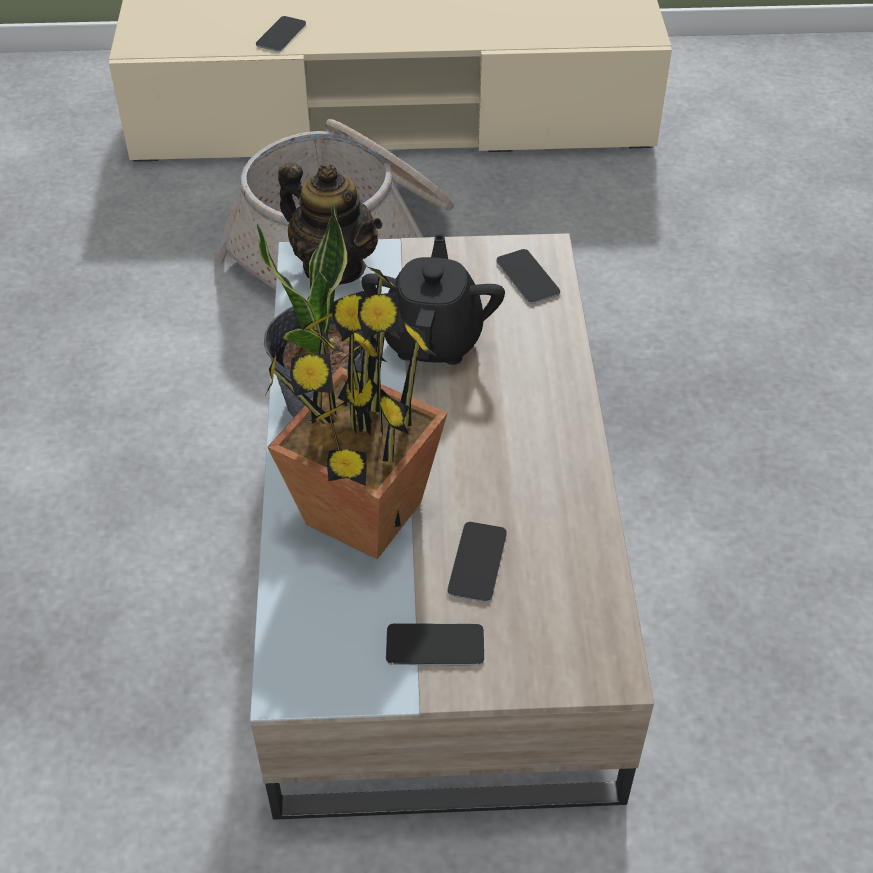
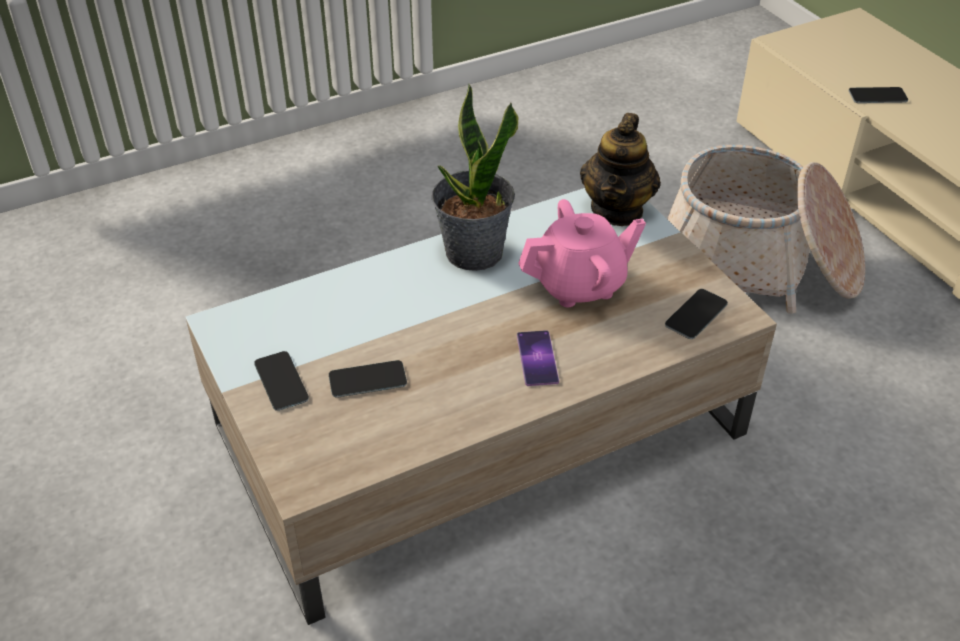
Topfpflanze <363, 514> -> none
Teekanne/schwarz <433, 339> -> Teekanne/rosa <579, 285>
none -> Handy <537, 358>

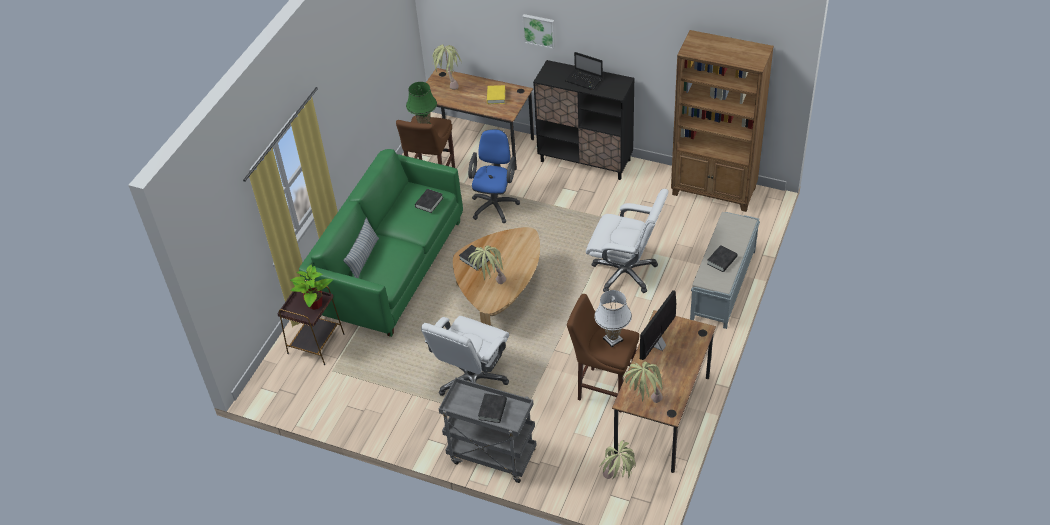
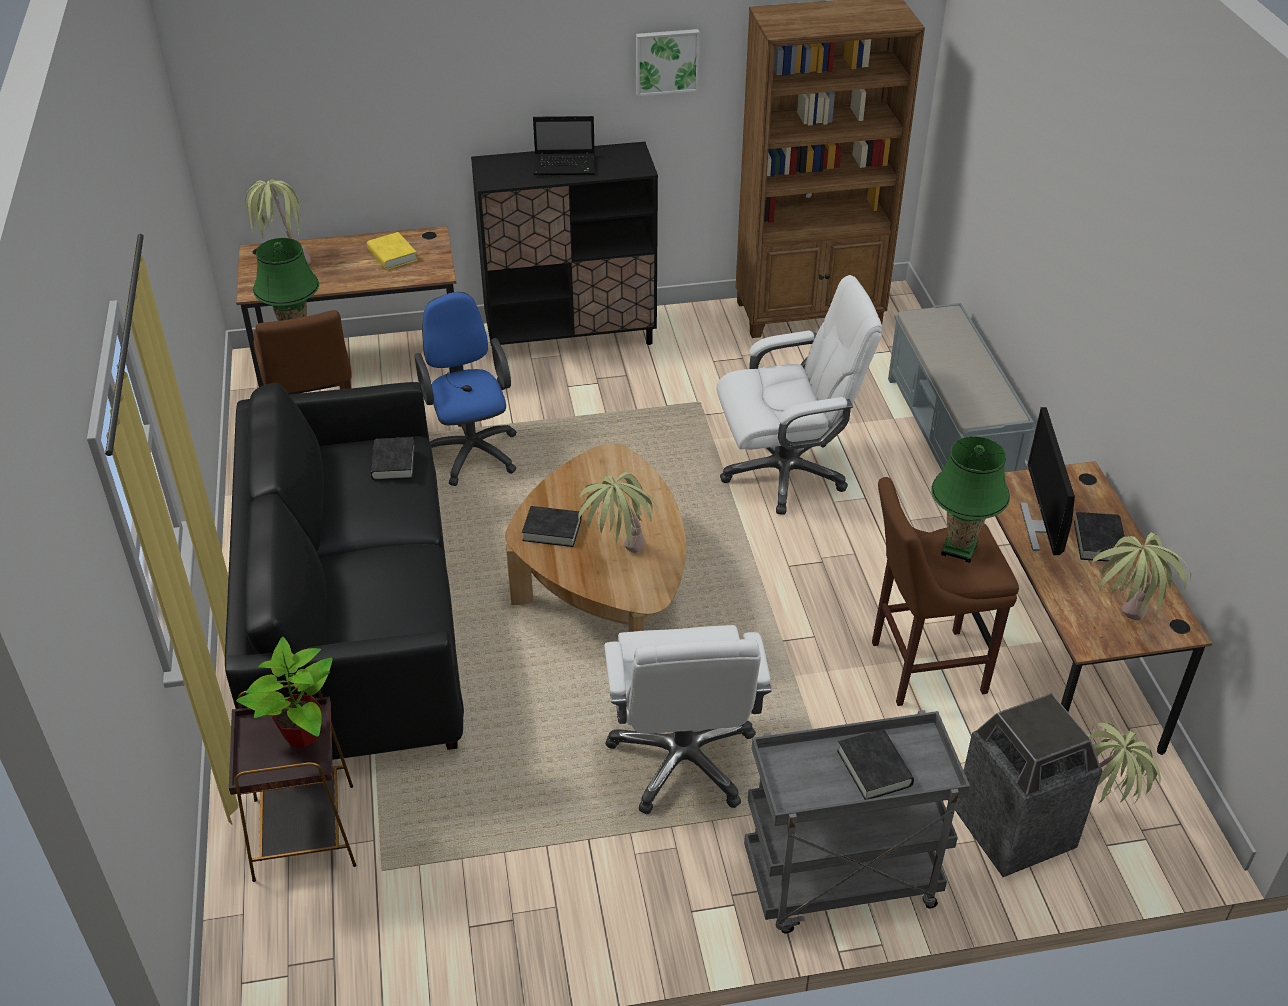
Sofa/grün <390, 267> -> Sofa/schwarz <355, 624>
Kissen <363, 258> -> none
Bild <539, 30> -> Bild <666, 61>, relocated
Tischlampe/weiß <613, 339> -> Tischlampe/grün <959, 549>
Buch/schwarz <722, 260> -> Buch/schwarz <1099, 542>, relocated
none -> Mülleimer <1014, 831>

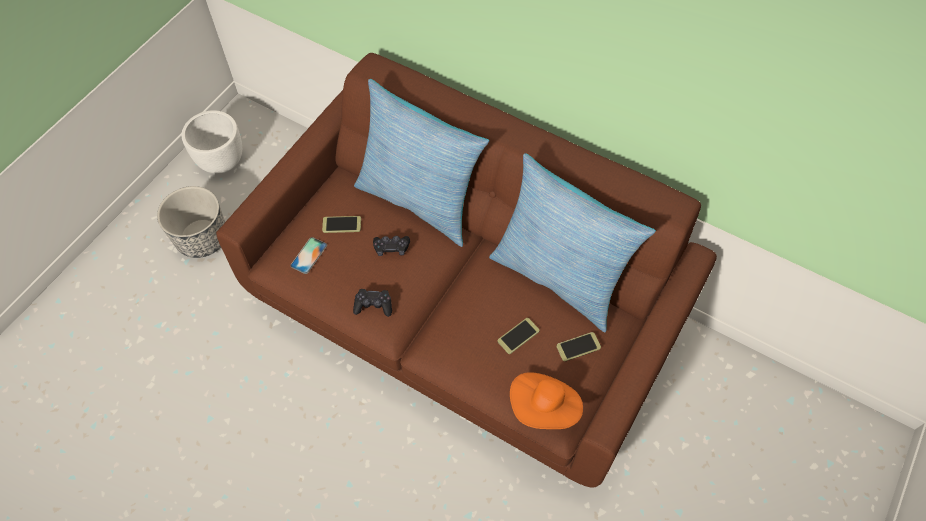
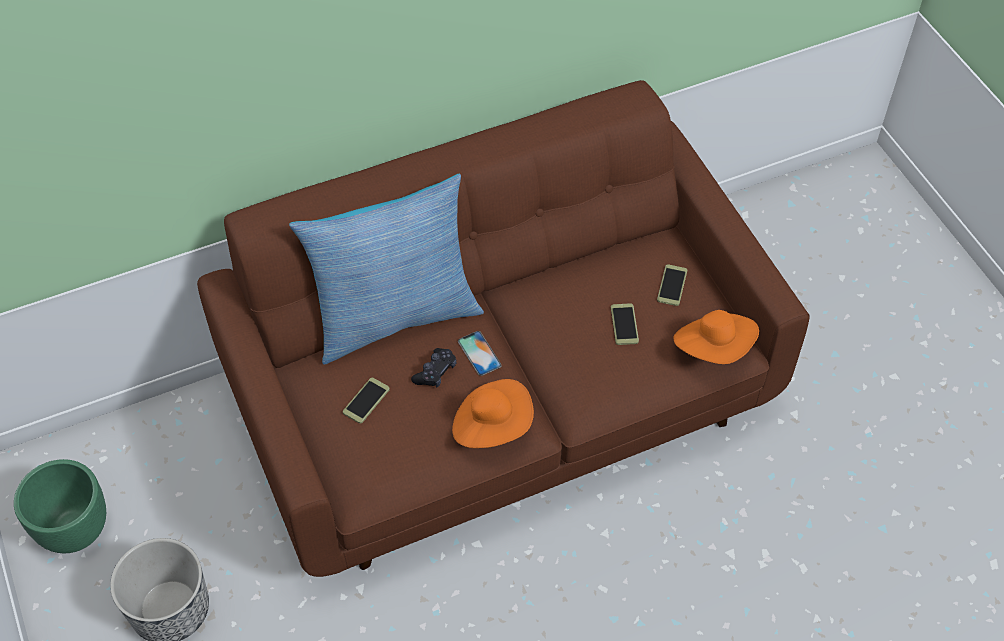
Pflanzkübel/weiß <222, 162> -> Pflanzkübel/grün <74, 530>
Handy <309, 255> -> Handy <479, 353>, relocated
Gamepad/schwarz <373, 305> -> Hut/orange <492, 425>
Kissen <559, 277> -> none

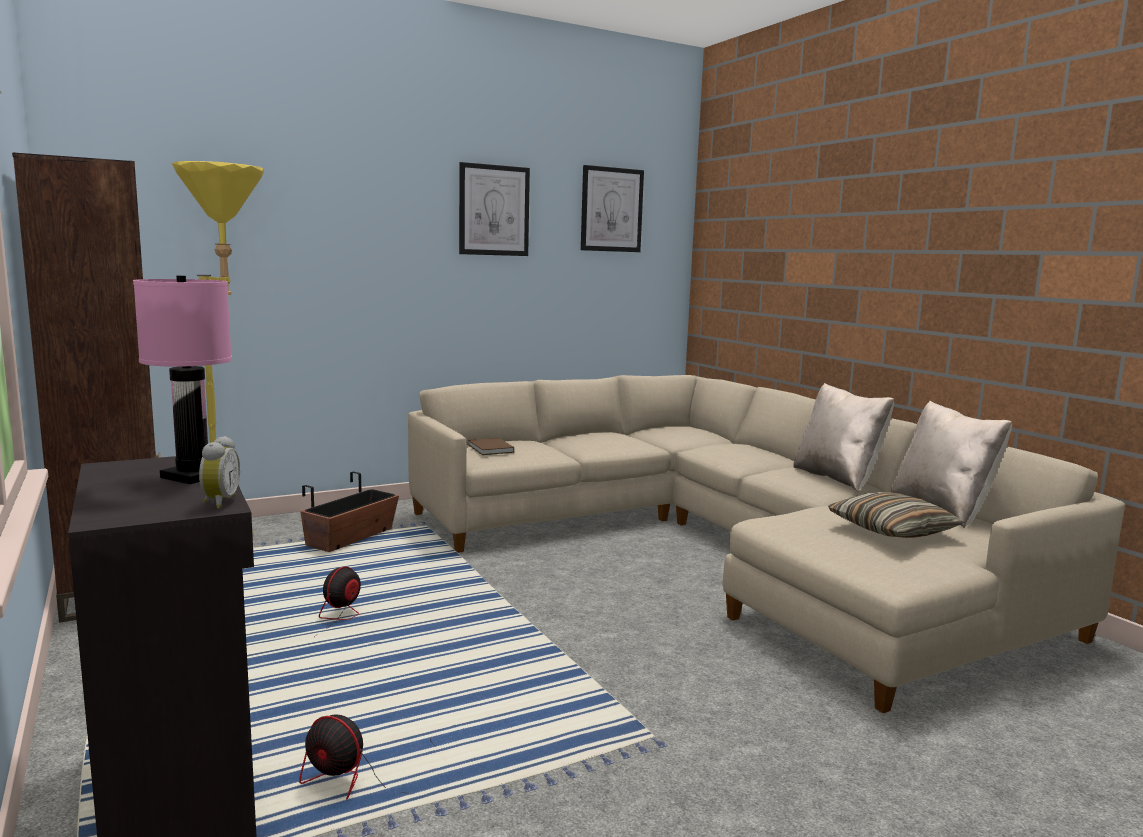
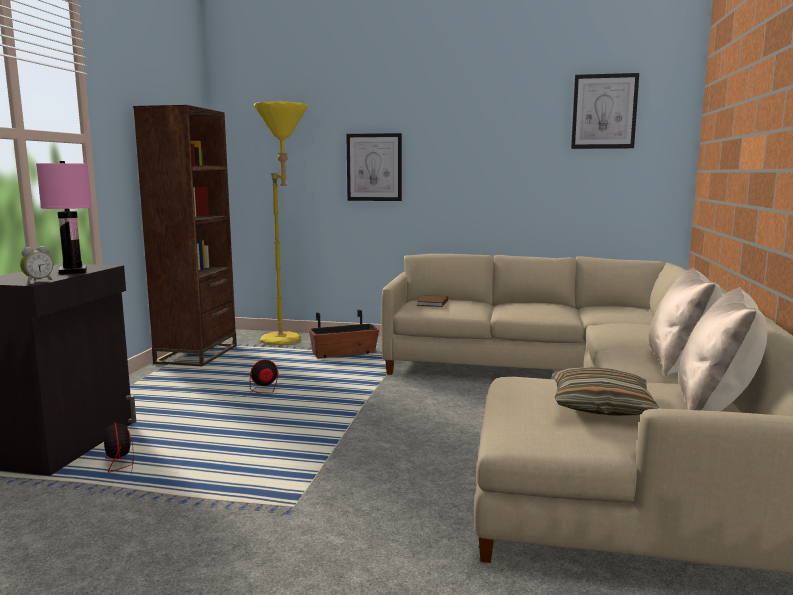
Bild <494, 210> -> Bild <374, 167>, relocated

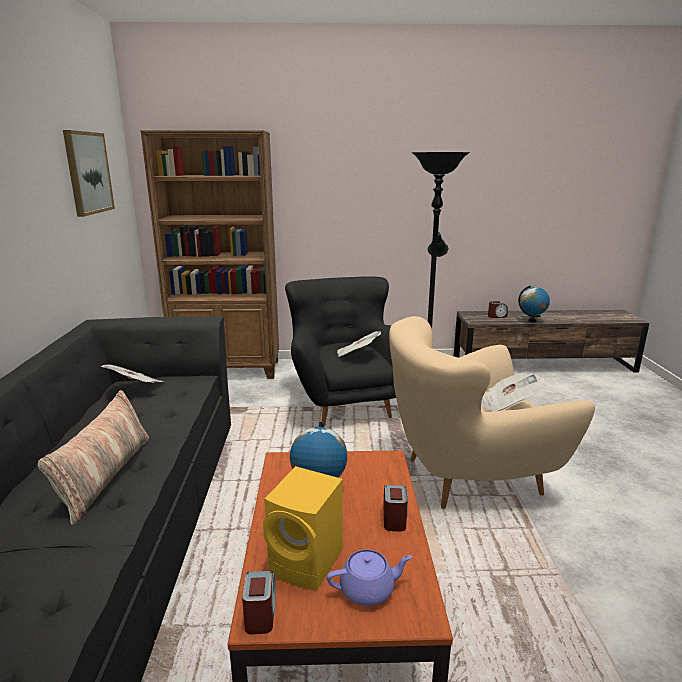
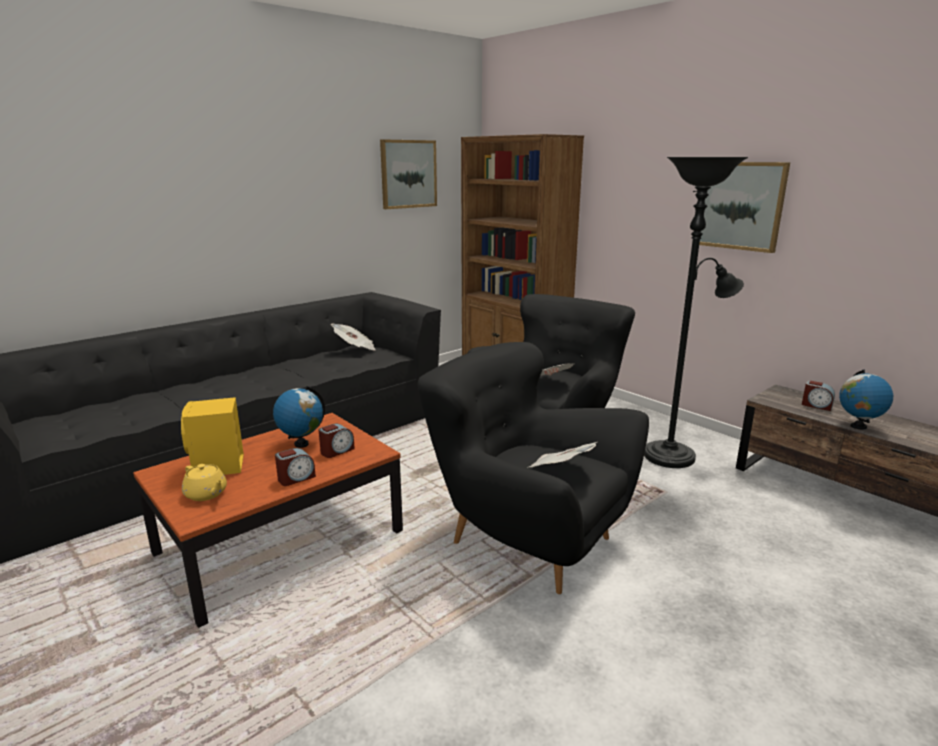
Kissen <105, 475> -> none
Wecker <260, 613> -> Wecker <337, 451>, relocated
Teekanne/lila <368, 590> -> Teekanne/gelb <206, 494>
Sessel/beige <469, 476> -> Sessel/schwarz <526, 539>
none -> Bild <739, 206>

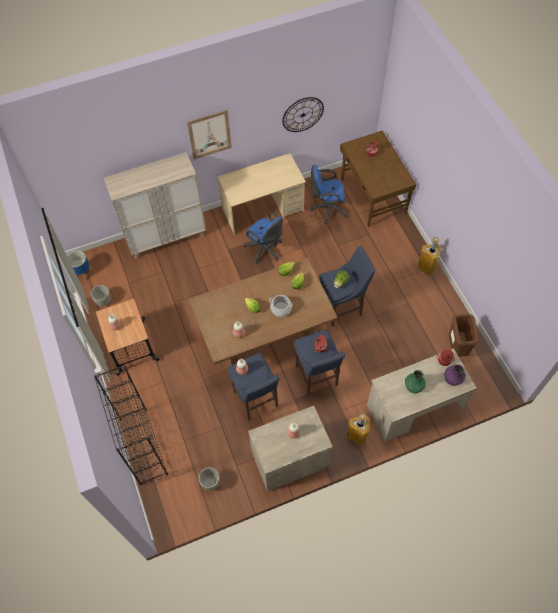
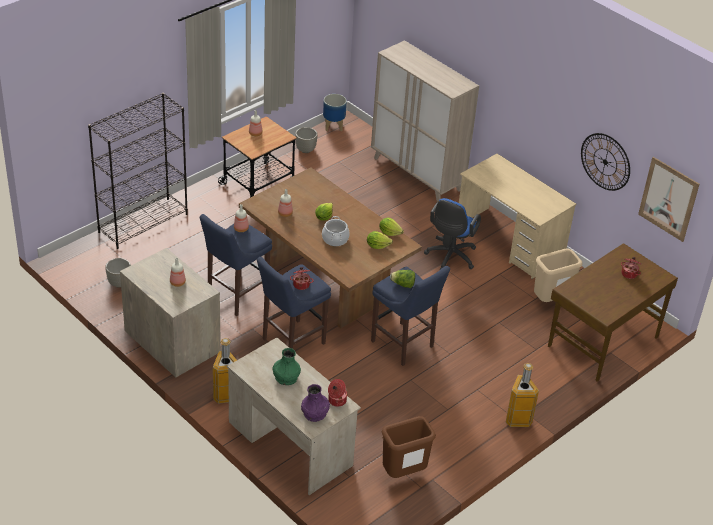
Bild <209, 134> -> Bild <668, 199>, relocated
Bürostuhl/blau <327, 209> -> Mülleimer/beige <551, 300>

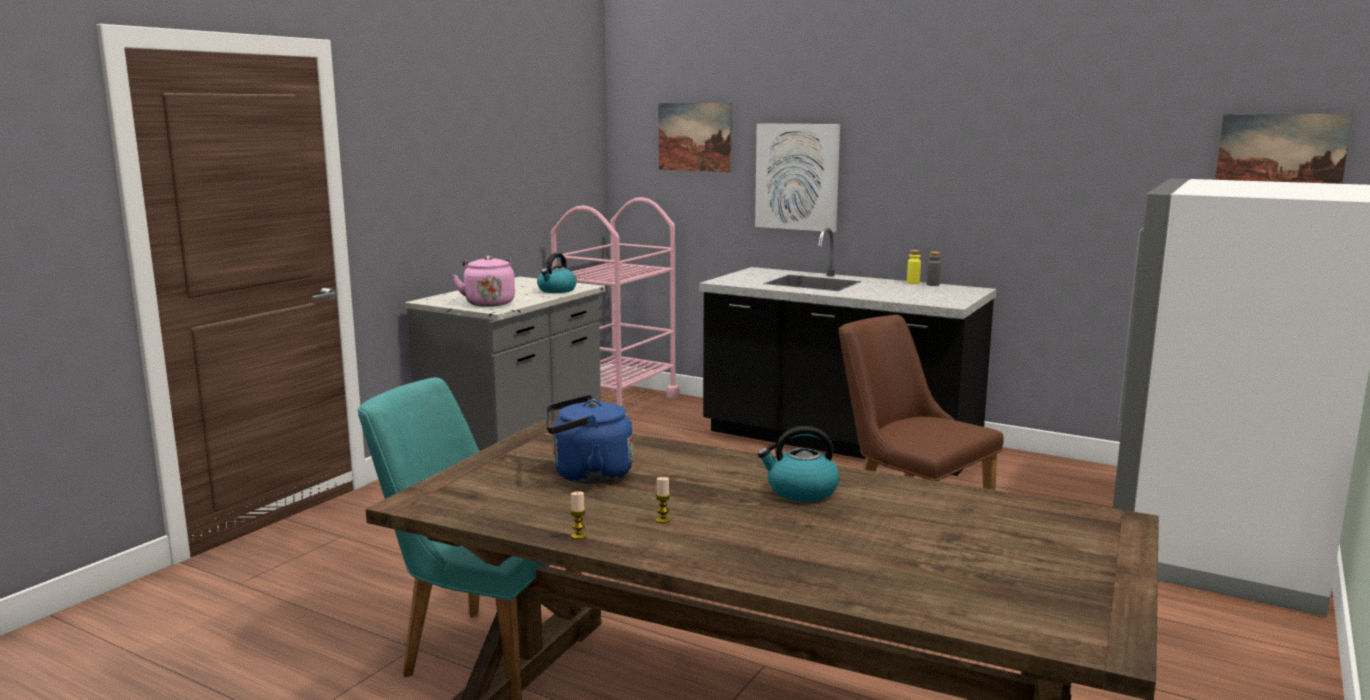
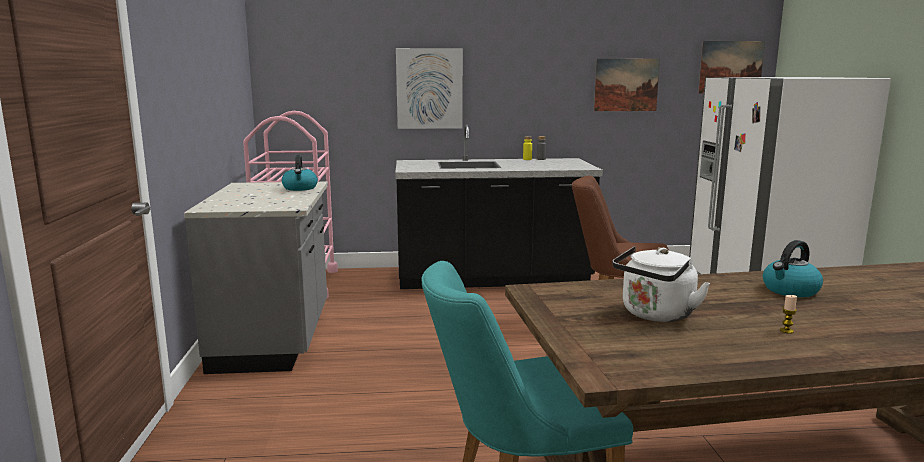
Wasserkessel/rosa <489, 303> -> none
Wasserkessel/blau <587, 475> -> Wasserkessel/weiß <655, 315>
Kerze <578, 536> -> none
Bild <694, 137> -> Bild <626, 85>, relocated

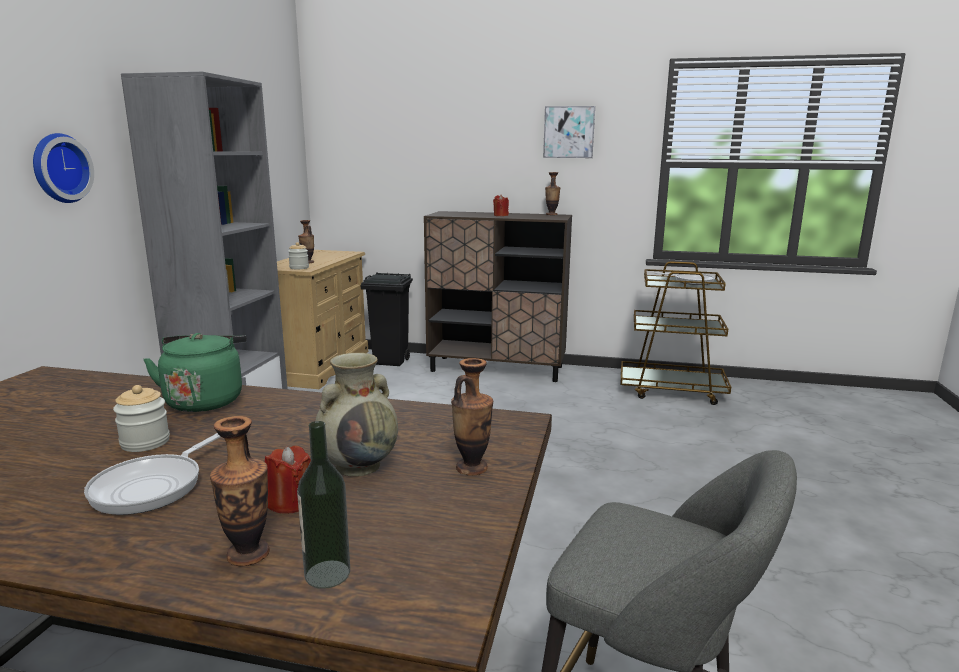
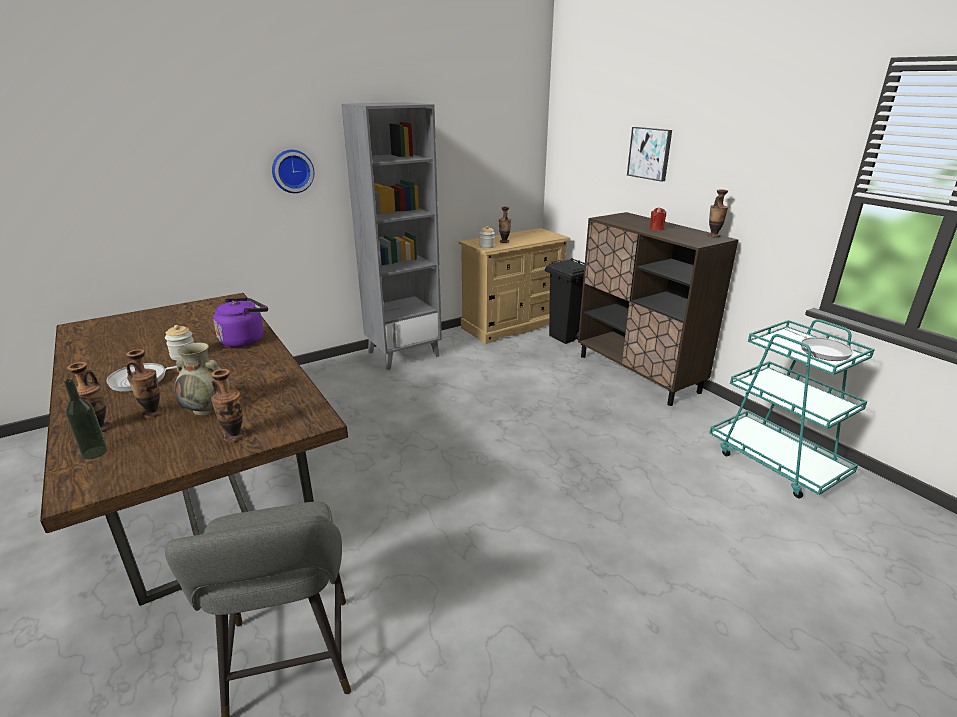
Wasserkessel/grün <205, 400> -> Wasserkessel/lila <245, 340>
Kerze/rot <290, 502> -> Vase <153, 413>
Bild <569, 132> -> Bild <650, 153>, relocated
Rollwagen/braun <672, 390> -> Rollwagen/türkis <776, 462>

